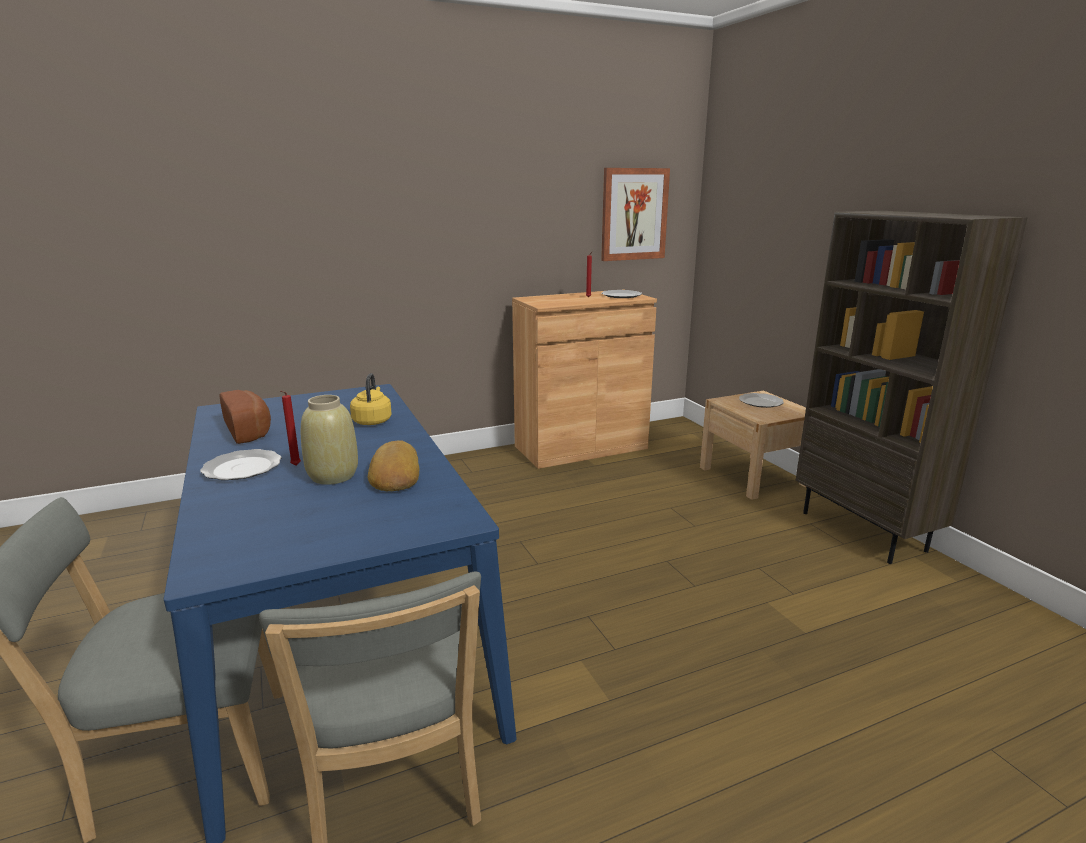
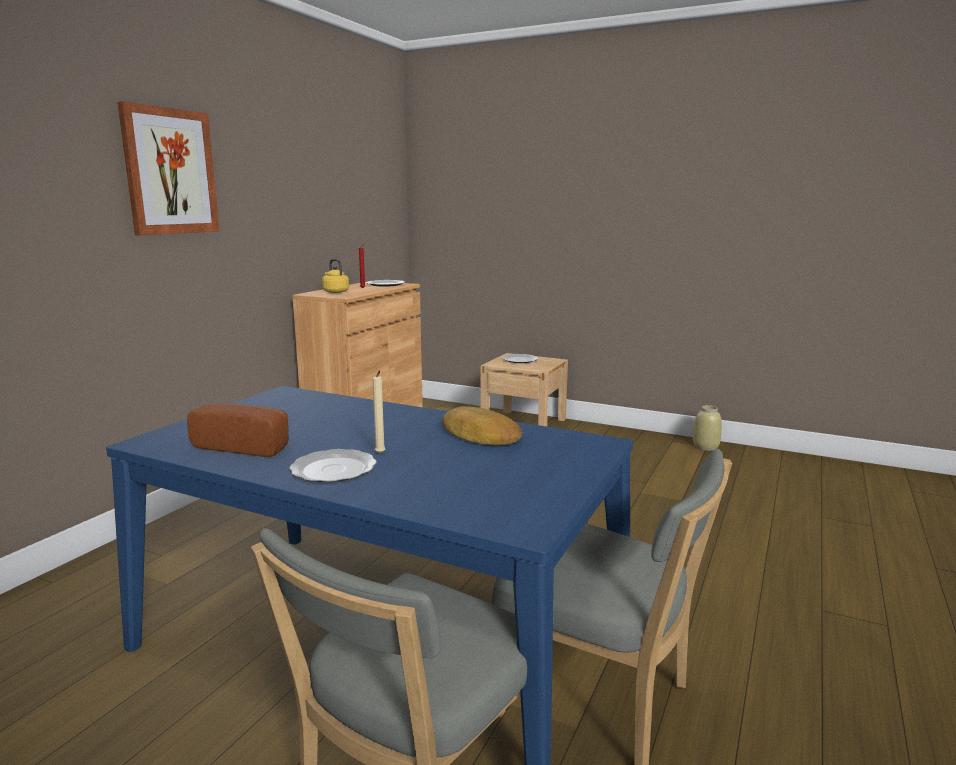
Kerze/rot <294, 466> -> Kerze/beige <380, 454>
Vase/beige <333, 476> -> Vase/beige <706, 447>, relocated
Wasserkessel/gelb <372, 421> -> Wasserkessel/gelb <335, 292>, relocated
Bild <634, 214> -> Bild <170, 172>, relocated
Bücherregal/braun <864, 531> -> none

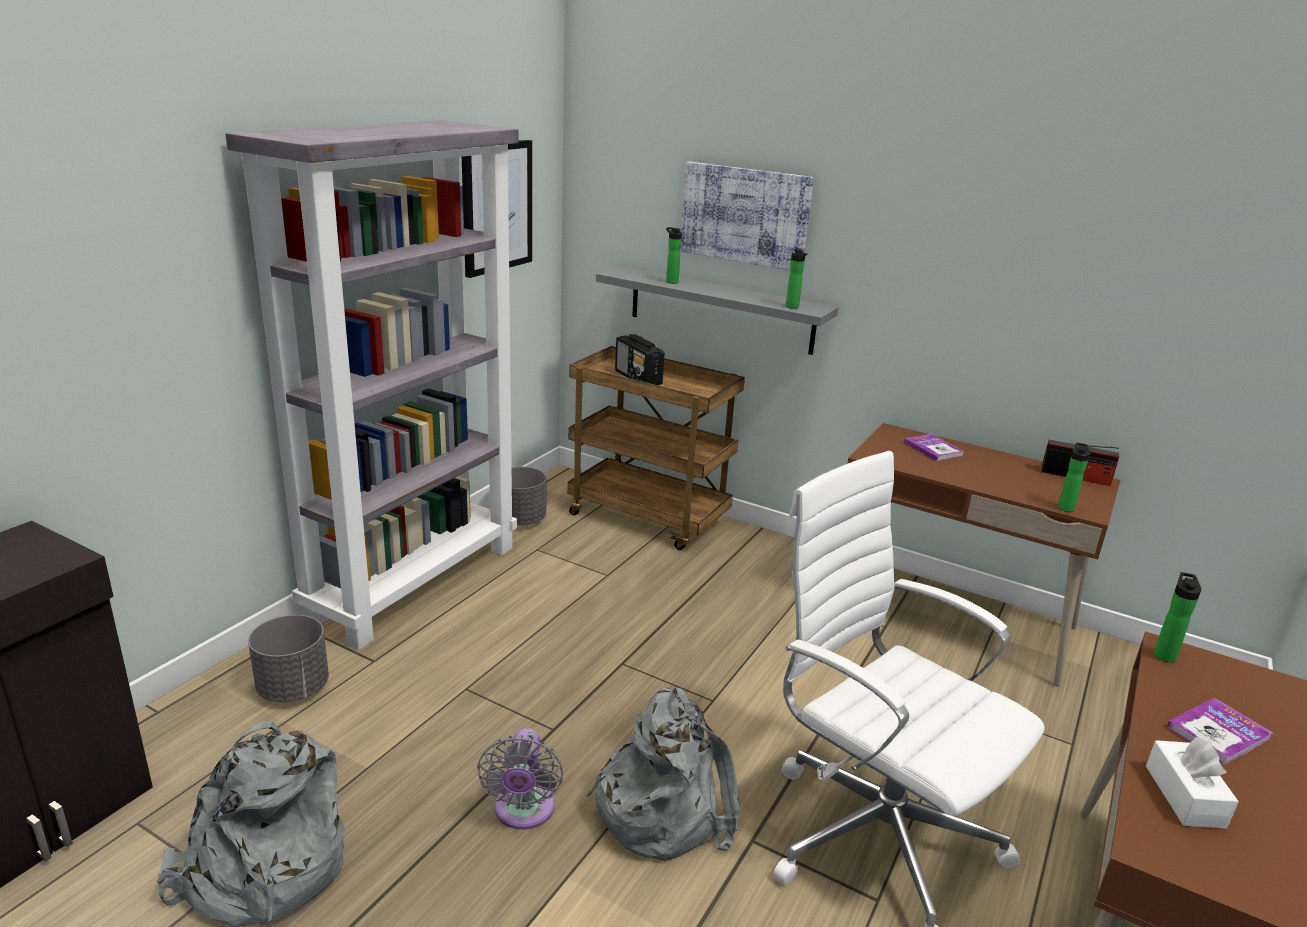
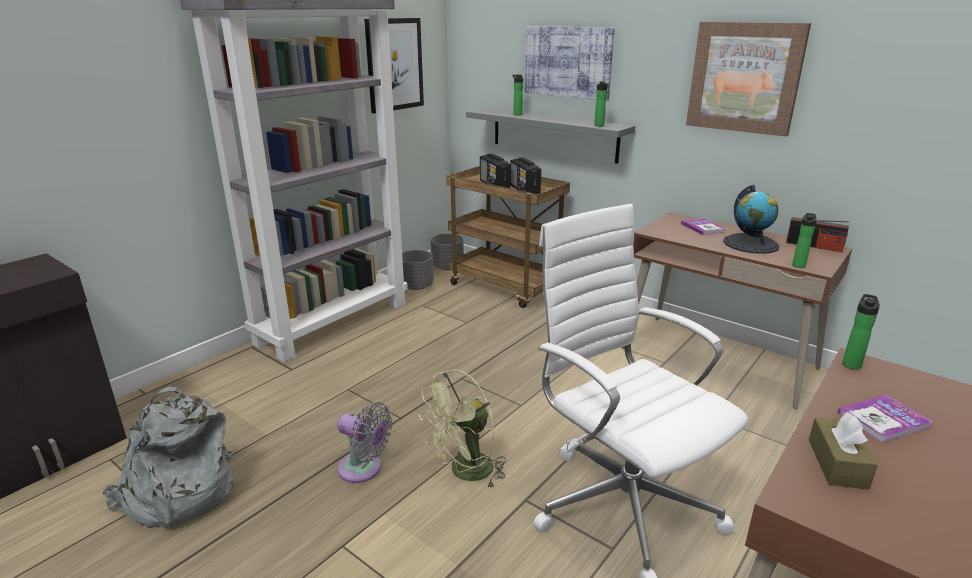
Pflanzkübel/grau <294, 688> -> Pflanzkübel/grau <448, 267>, relocated
Ventilator/grau <523, 812> -> Ventilator/grau <364, 469>, 75 degrees counterclockwise
Rucksack/grau <663, 807> -> Ventilator/grün <465, 473>
Taschentuchbox/weiß <1184, 796> -> Taschentuchbox/braun <837, 463>
none -> Radio <524, 190>
none -> Bild <744, 77>
none -> Globus <751, 244>

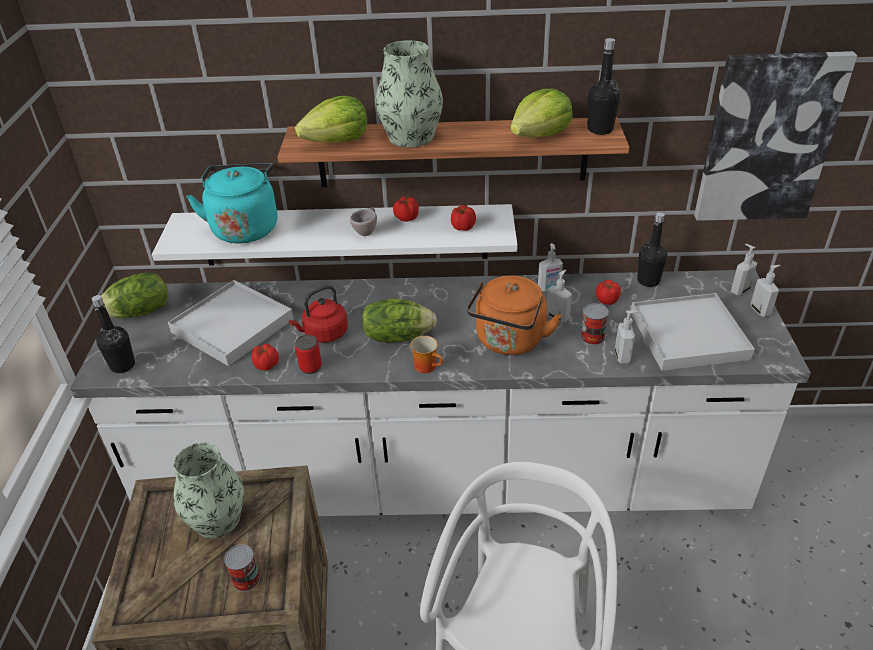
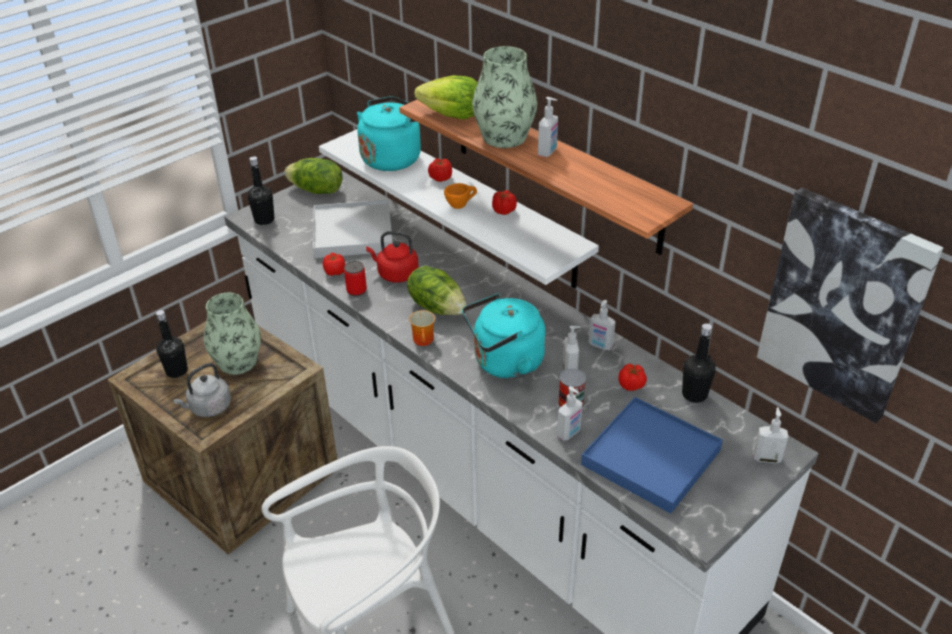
Dose <246, 579> -> Wasserkessel/grau <208, 408>
Tasse/beige <366, 231> -> Tasse/orange <461, 205>
Tomate <462, 227> -> Tomate <440, 178>, relocated
Wasserkessel/orange <509, 342> -> Wasserkessel/türkis <504, 363>
Salatkopf <540, 135> -> none
Flasche/schwarz <600, 129> -> Flasche/schwarz <177, 371>, relocated
Tablett/weiß <689, 335> -> Tablett/blau <651, 458>
Seifenspender <760, 310> -> Seifenspender <548, 152>, relocated

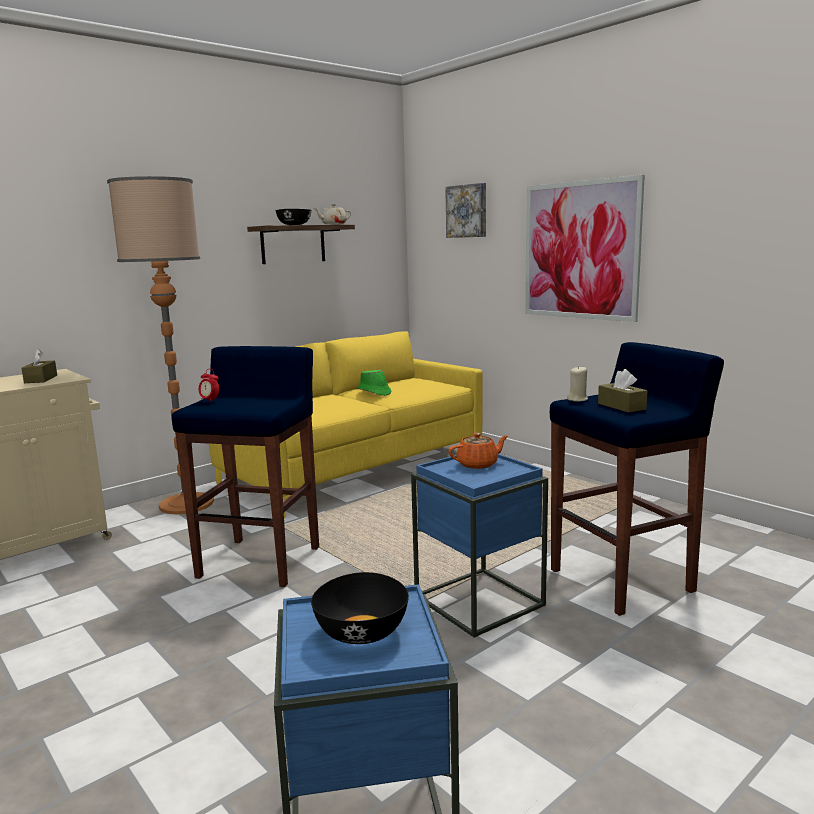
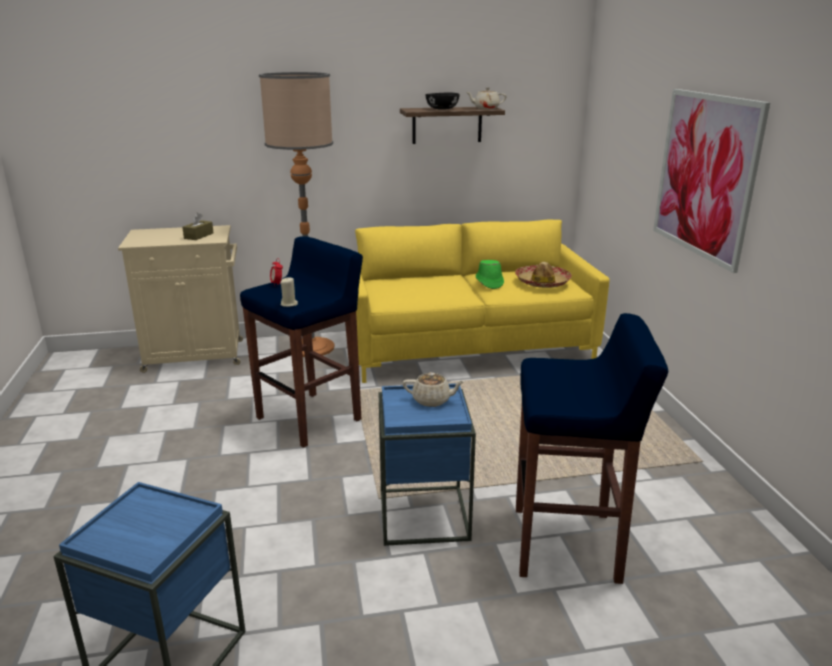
Schüssel/schwarz <362, 633> -> none
Bild <467, 211> -> none
Teekanne/orange <478, 464> -> Teekanne/beige <432, 400>
Kerze/beige <577, 399> -> Kerze/beige <289, 304>, relocated
Taschentuchbox/braun <621, 406> -> none
none -> Hut <542, 282>

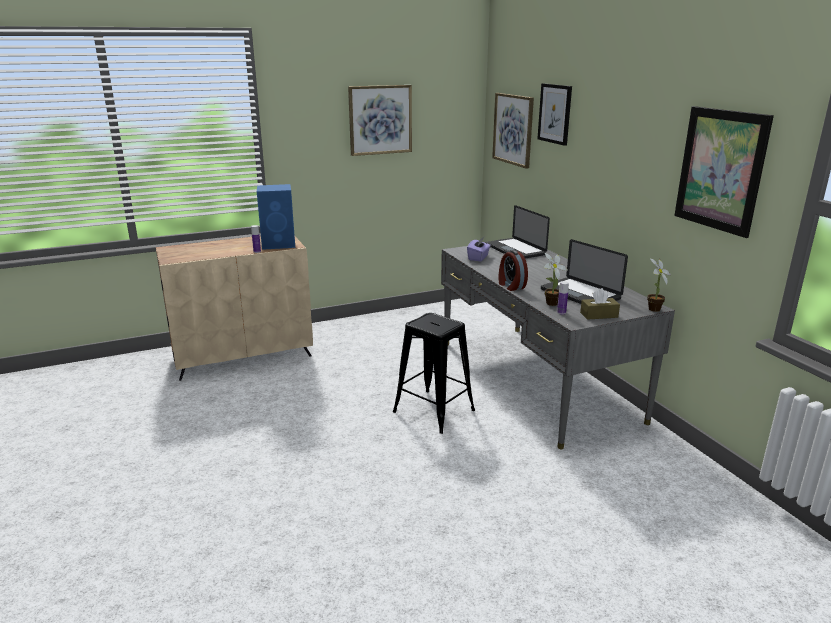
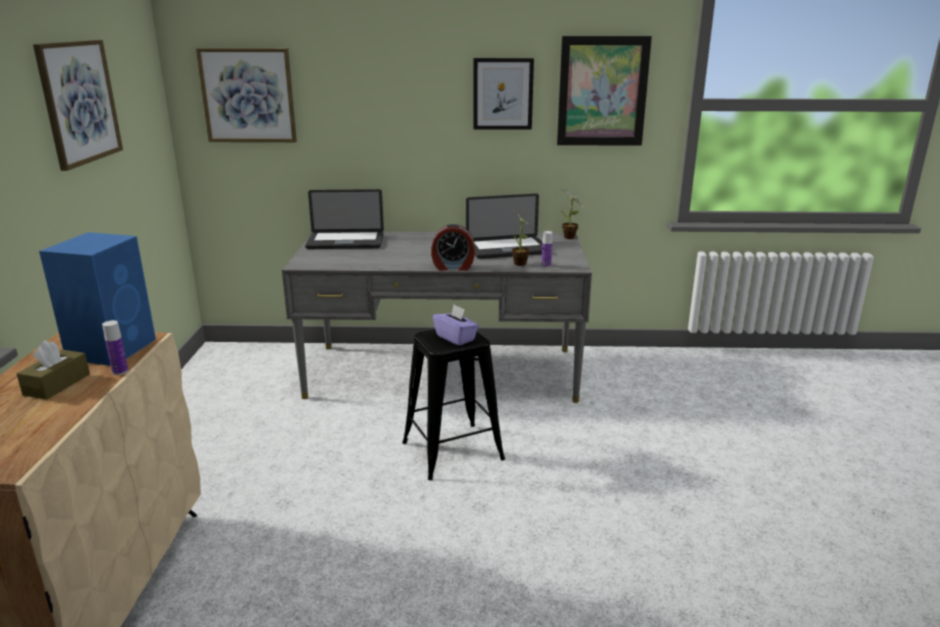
Taschentuchbox/lila <478, 258> -> Taschentuchbox/lila <456, 338>, relocated
Bild <555, 114> -> Bild <503, 94>, relocated
Taschentuchbox/braun <599, 315> -> Taschentuchbox/braun <57, 384>, relocated

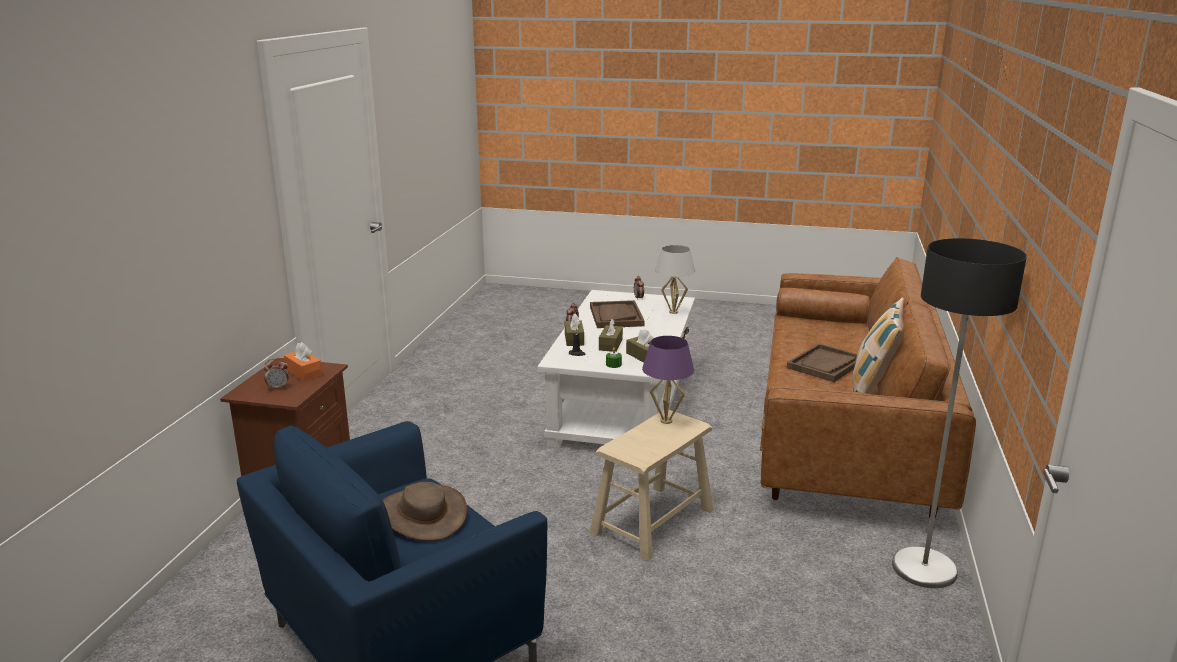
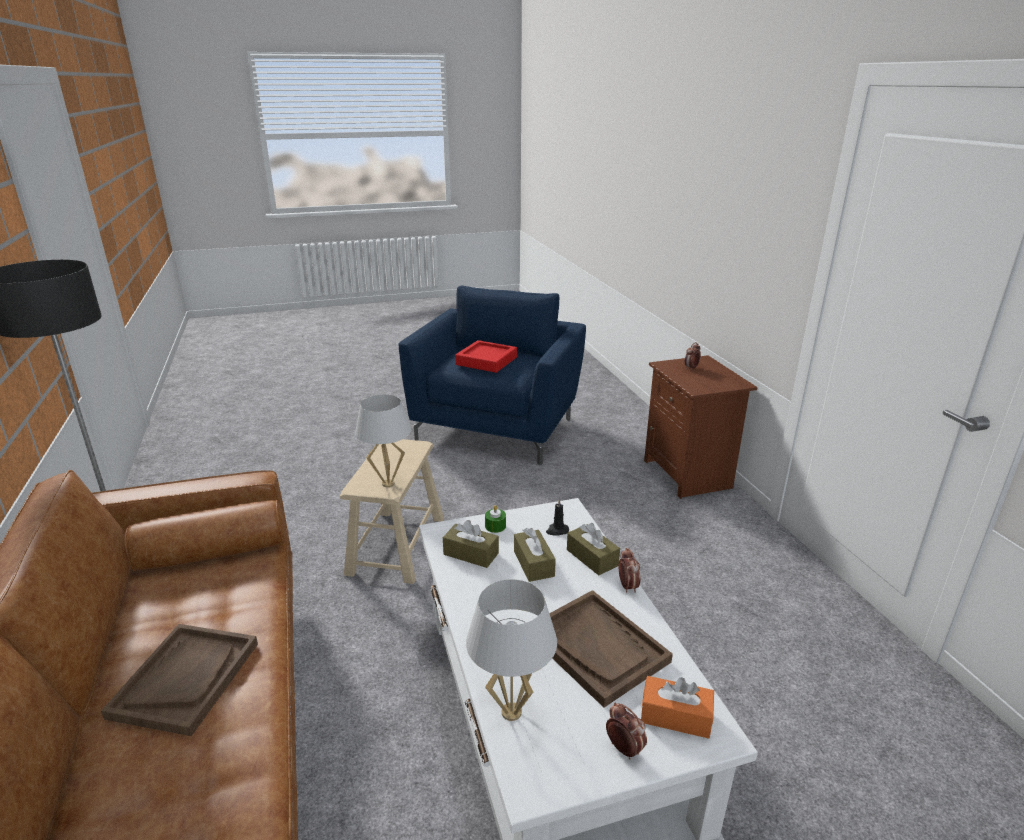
Taschentuchbox/orange <303, 373> -> Taschentuchbox/orange <675, 716>, relocated
Hut/braun <423, 514> -> Tablett/rot <486, 361>
Tischlampe/lila <666, 421> -> Tischlampe/weiß <388, 483>
Kissen <872, 393> -> none

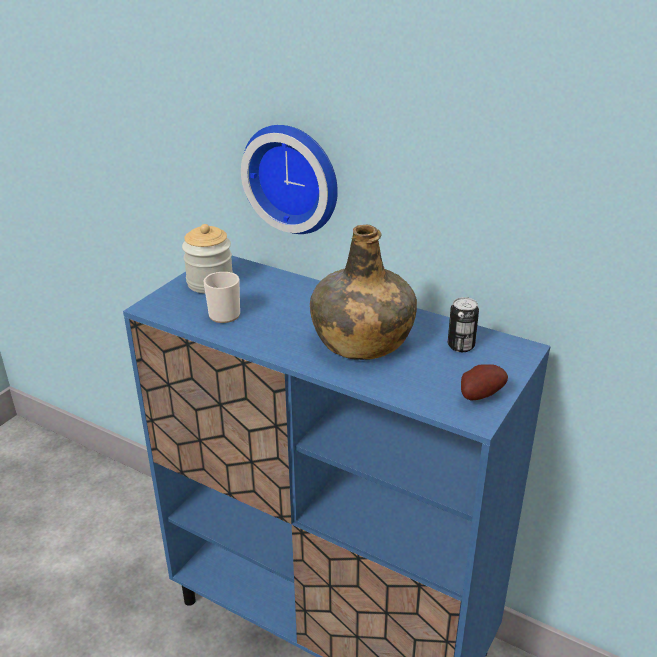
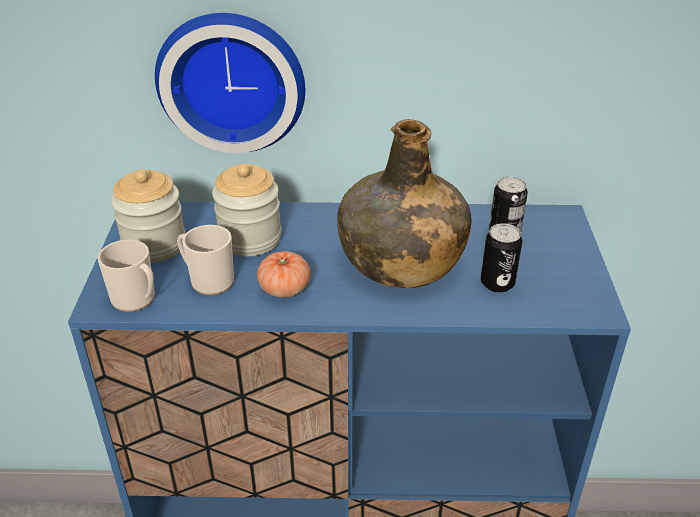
Kartoffel <479, 395> -> none
none -> Henkelbecher <137, 300>
none -> Vorratsglas <250, 239>
none -> Tomate <284, 289>
none -> Dose <497, 283>

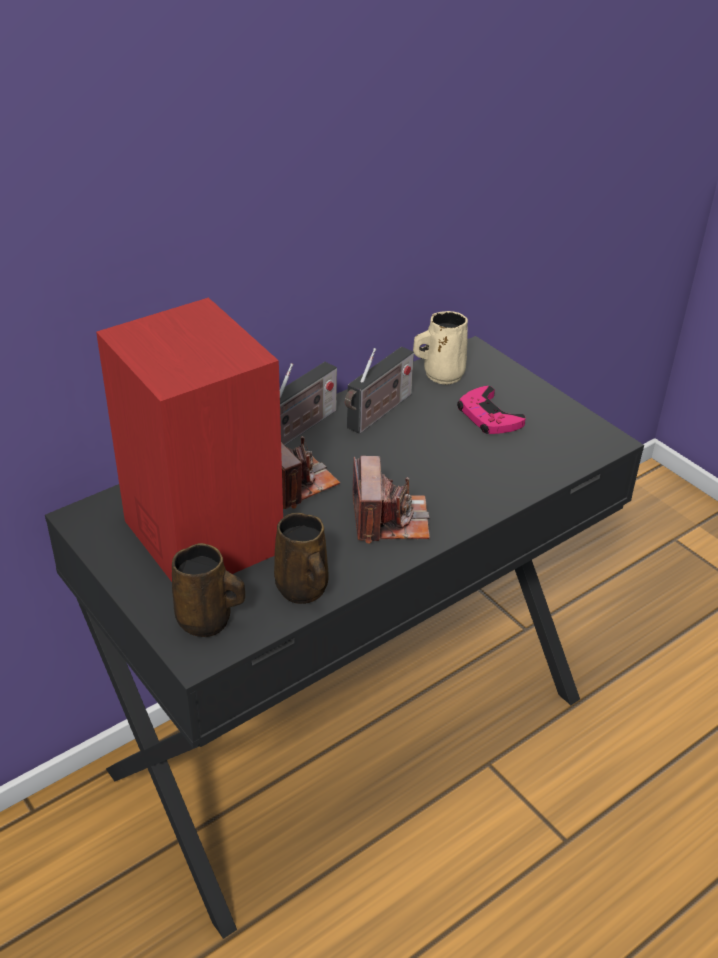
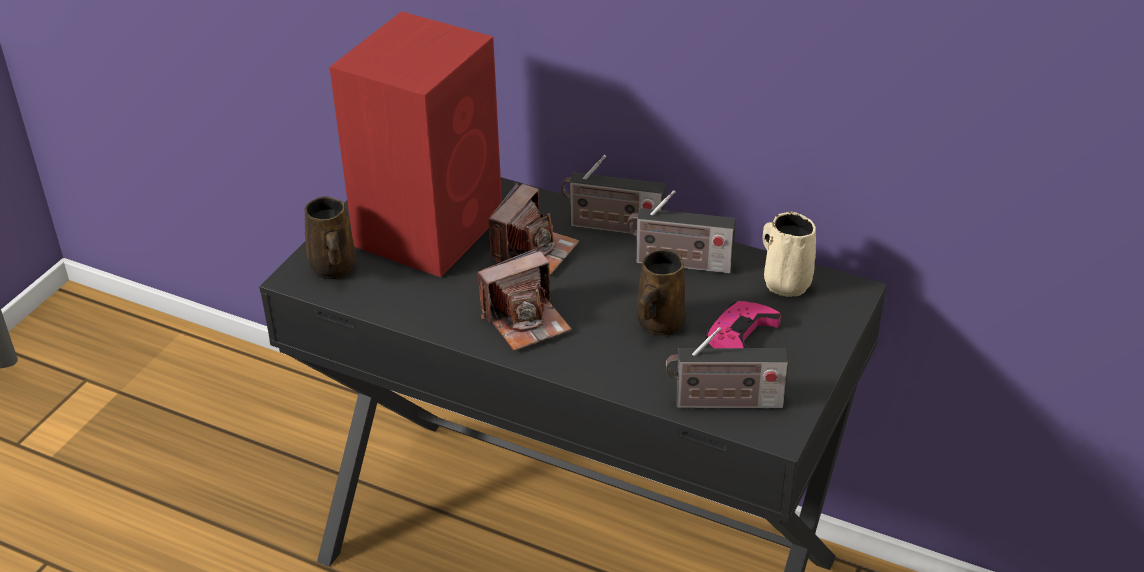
Henkelbecher/braun <303, 590> -> Henkelbecher/braun <659, 324>, relocated
none -> Radio <723, 402>

